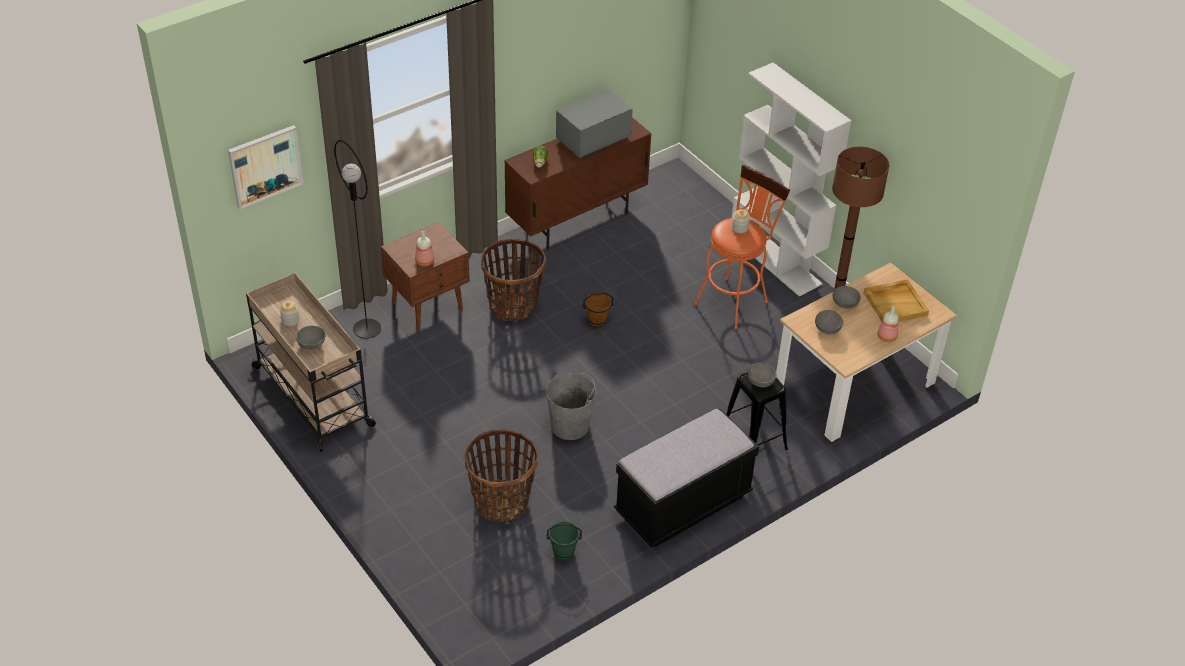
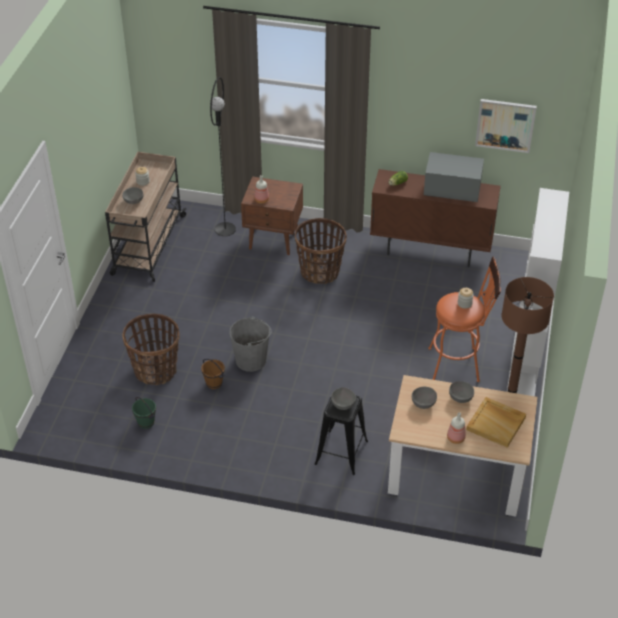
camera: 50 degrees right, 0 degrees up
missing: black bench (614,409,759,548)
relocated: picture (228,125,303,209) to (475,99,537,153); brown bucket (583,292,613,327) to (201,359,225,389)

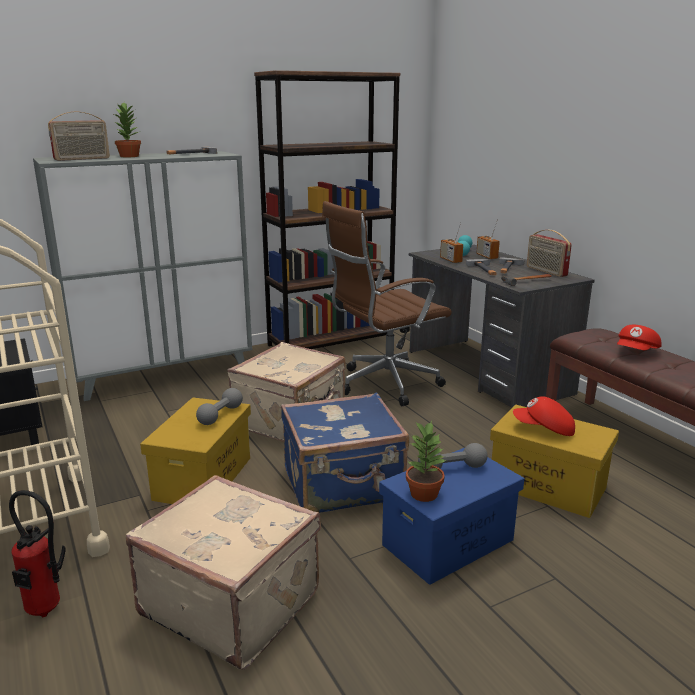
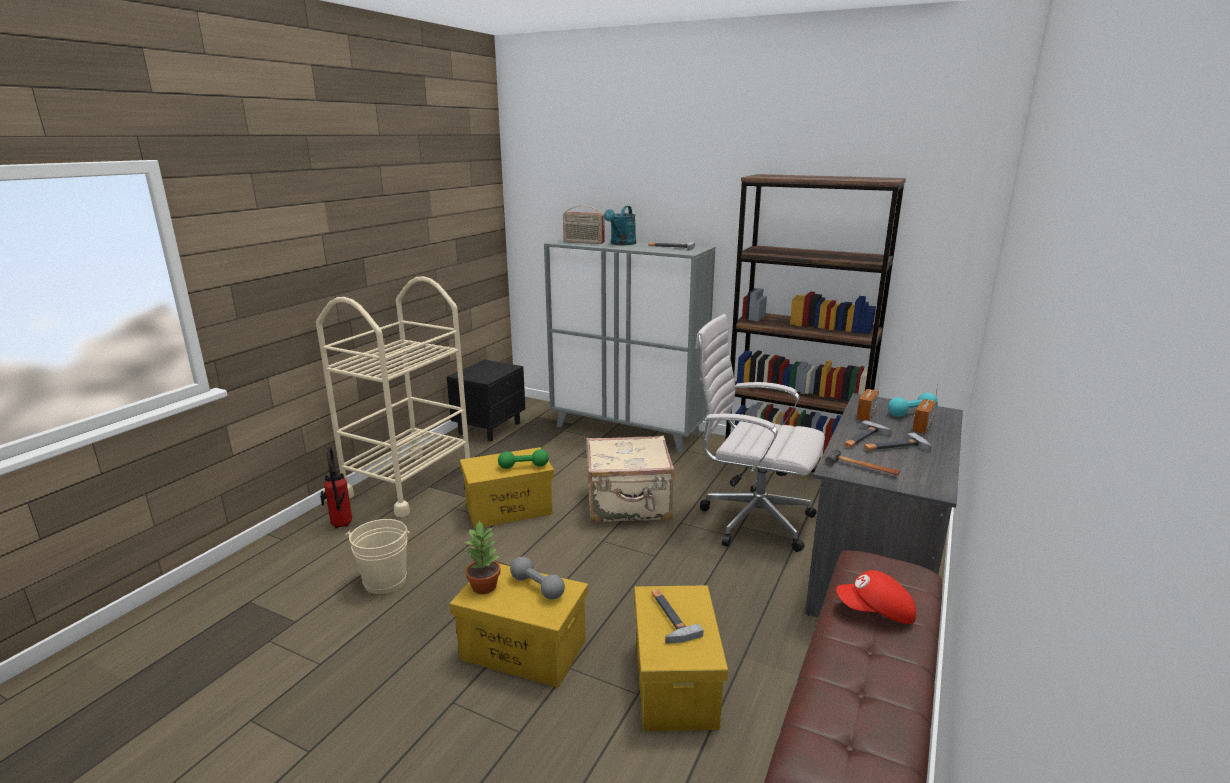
camera: 55 degrees right, 0 degrees up
missing: blue suitcase (281,392,409,513); radio (527,230,572,277)
exchanged: potted plant (112,103,141,157) to turquoise watering can (604,206,636,245); beige suitcase (126,475,321,670) to beige bucket (345,519,409,594); red cap (513,396,575,436) to hammer (651,589,704,644)
colour: grey dumbbell (196,388,243,425) to green dumbbell (498,449,549,469); brown office chair (322,201,452,406) to white office chair (695,314,825,552); blue storage box (379,448,524,585) to yellow storage box (450,564,588,688)

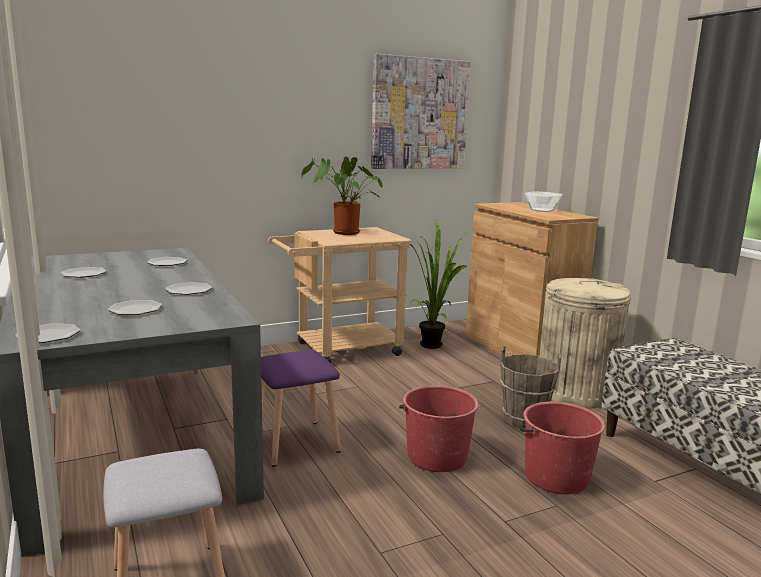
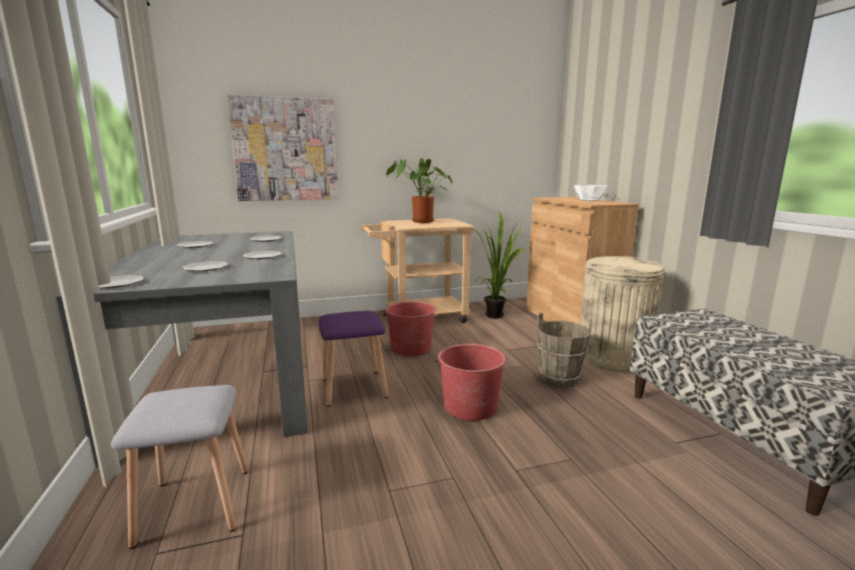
camera: 10 degrees right, 0 degrees up
relocated: picture (371,54,471,169) to (227,95,338,201); red bucket (519,402,605,494) to (383,301,436,356)

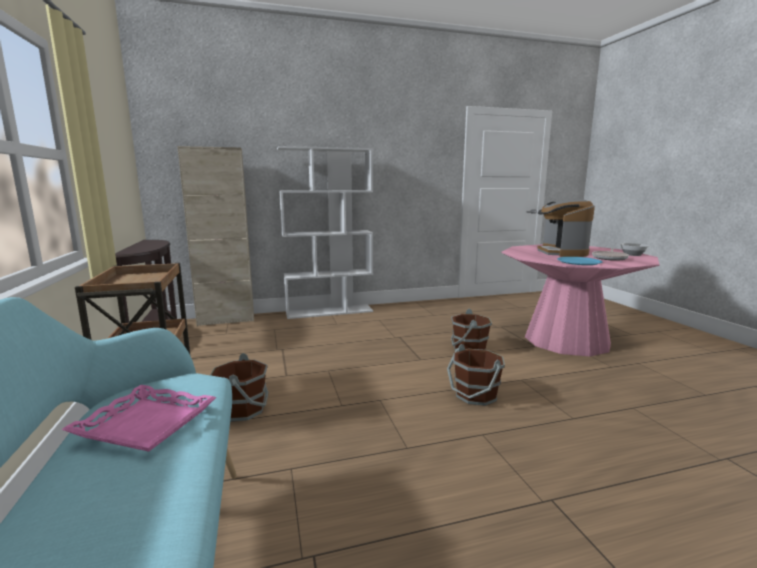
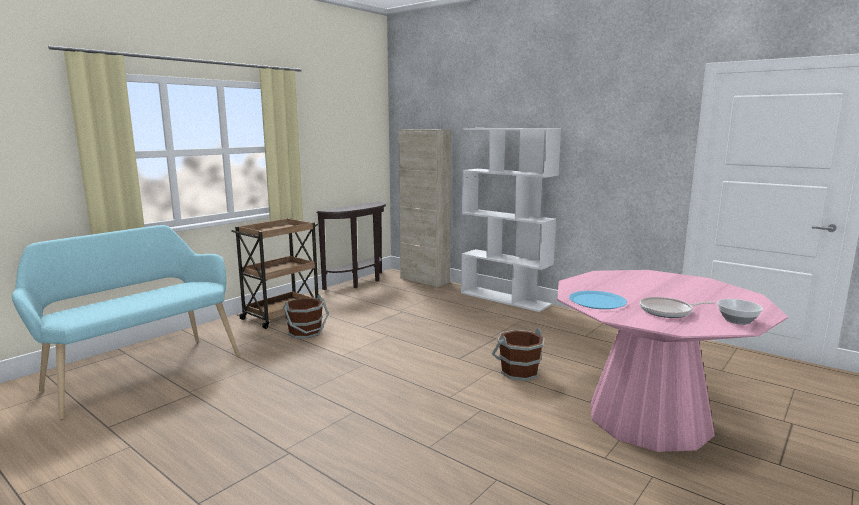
camera: 55 degrees right, 0 degrees up
missing: pink tray (61,385,216,452); brown bucket (447,344,505,406); coffee machine (537,200,595,257)

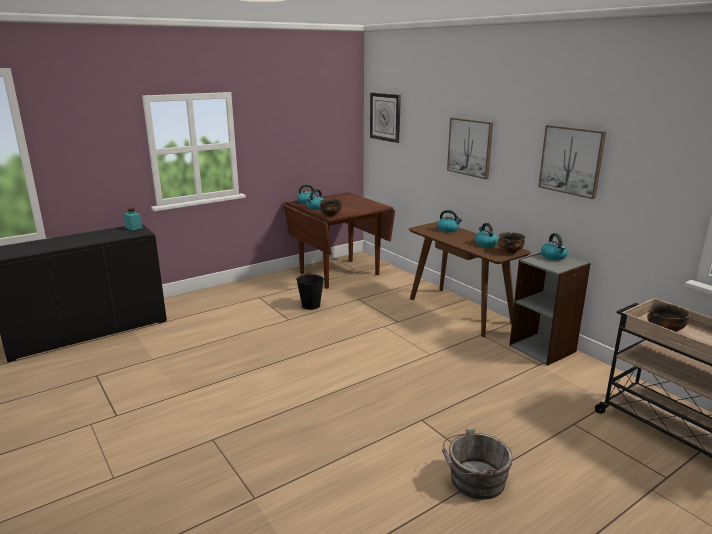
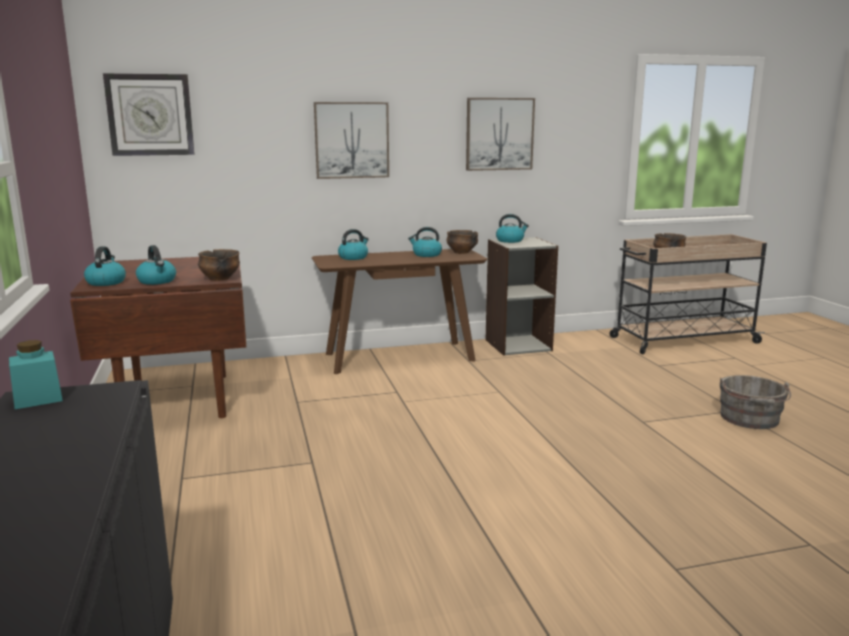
camera: 70 degrees left, 5 degrees down
missing: black bucket (296,274,324,310)

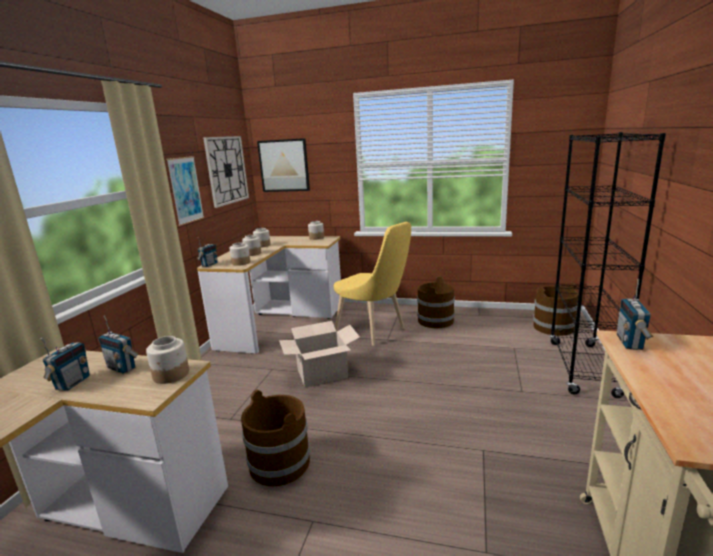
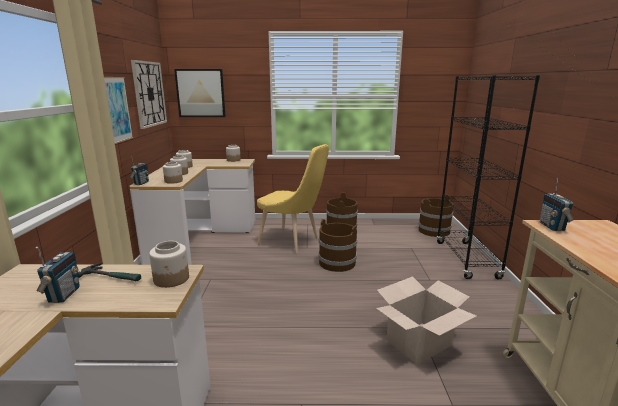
camera: 15 degrees left, 0 degrees up
relocated: brown bucket (241,389,310,486) to (319,219,357,272); cardboard box (279,321,360,387) to (376,276,477,365)
exchanged: radio (98,315,138,374) to hammer (78,263,141,281)

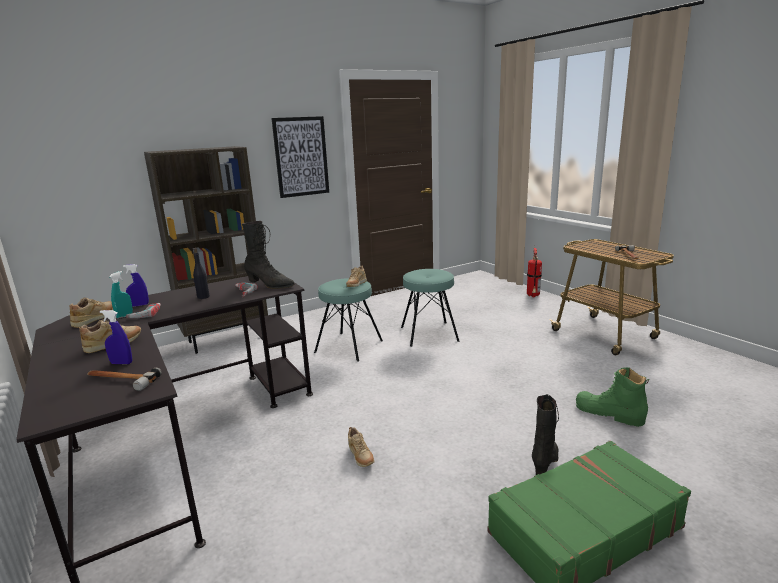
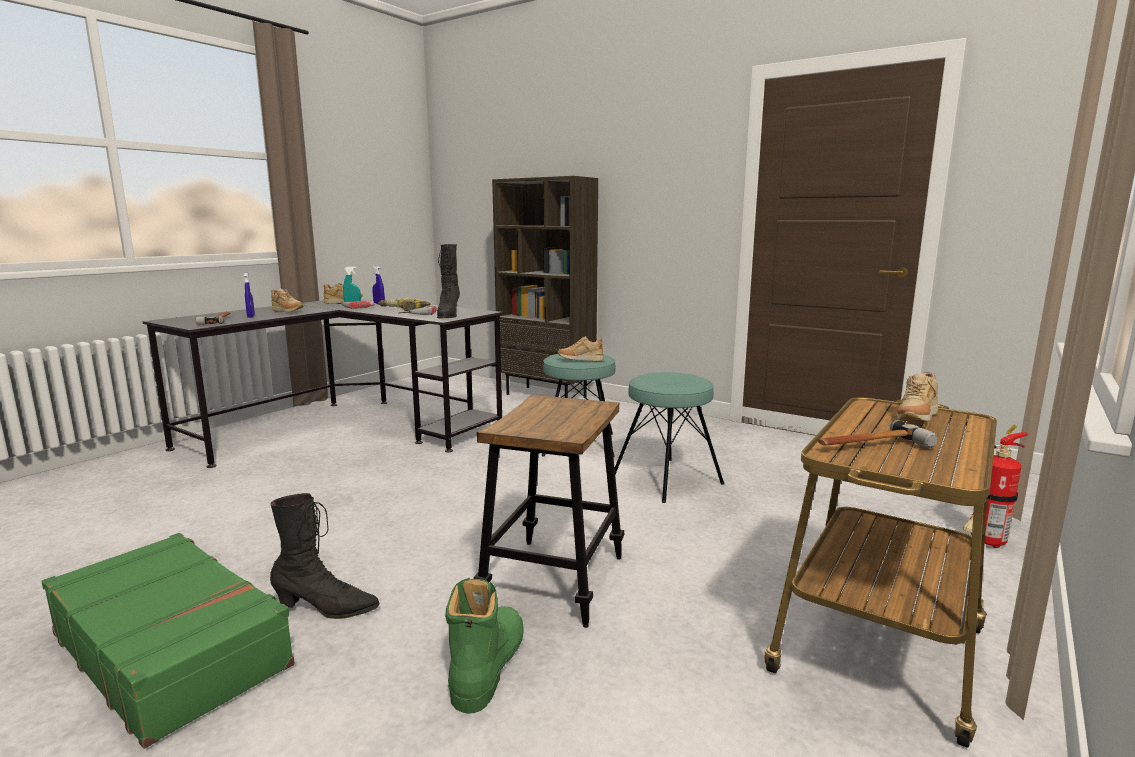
camera: 65 degrees right, 5 degrees down
missing: picture (271,116,329,198)
appeared: stool (473,395,625,628)
relocated: beige shoe (348,427,374,467) to (897,372,938,422)
exchanged: black bottle (193,248,210,299) to power drill (378,298,431,311)

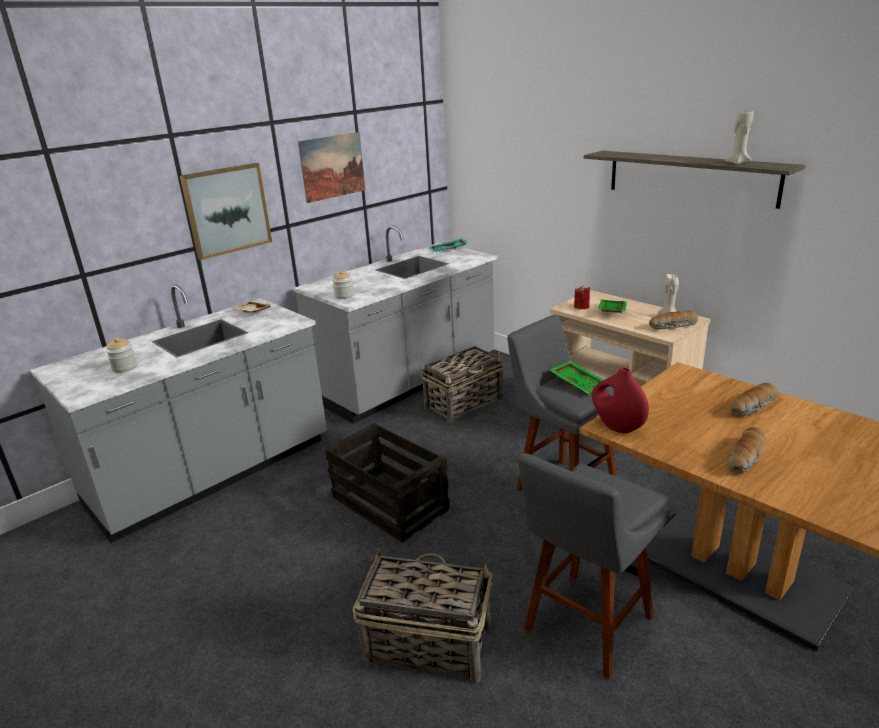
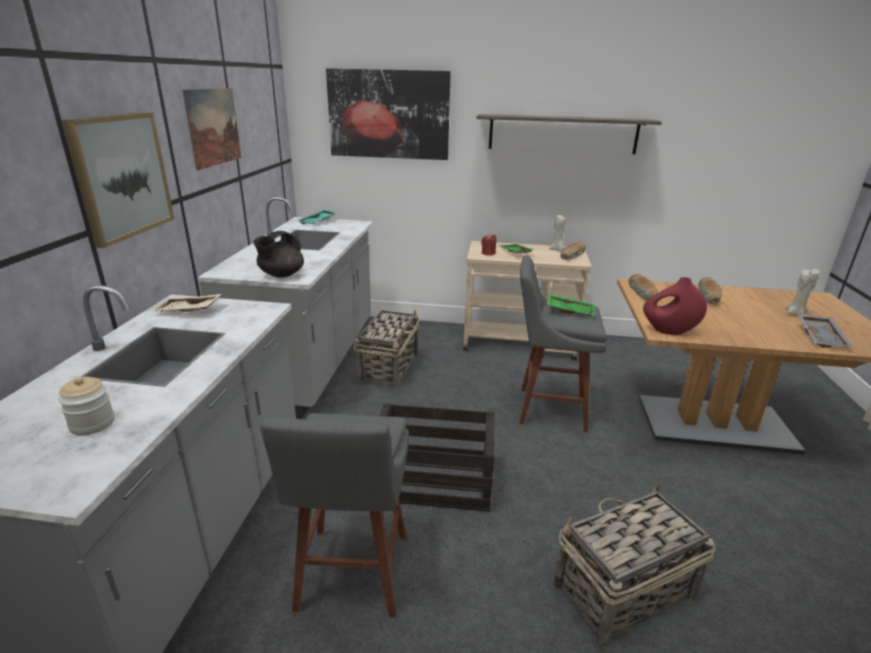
camera: 40 degrees left, 0 degrees up
appeared: picture (326,68,451,160); grey tray (797,314,853,348)
relocated: grey stool (518,453,669,679) to (260,413,409,618); beige candle (725,109,753,165) to (786,269,820,316); bread (728,427,766,473) to (628,274,658,301)
exchanged: jar (332,271,354,299) to black teapot (253,231,304,277)

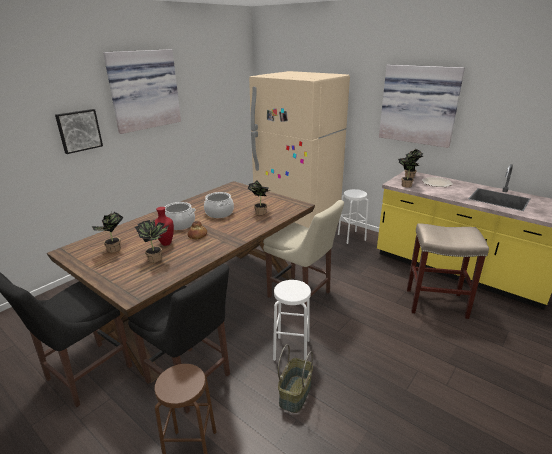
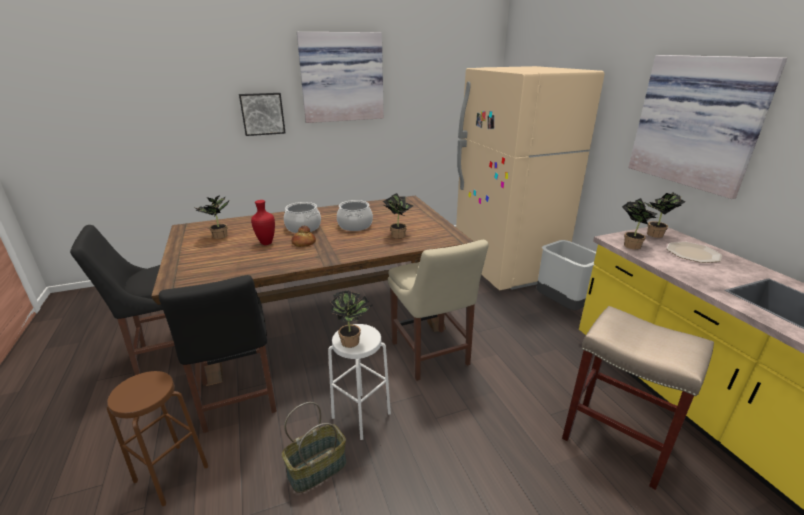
camera: 30 degrees right, 0 degrees up
relocated: potted plant (135,220,169,263) to (331,290,372,348)
exchanged: white stool (338,189,369,244) to grey trash can (537,240,596,310)

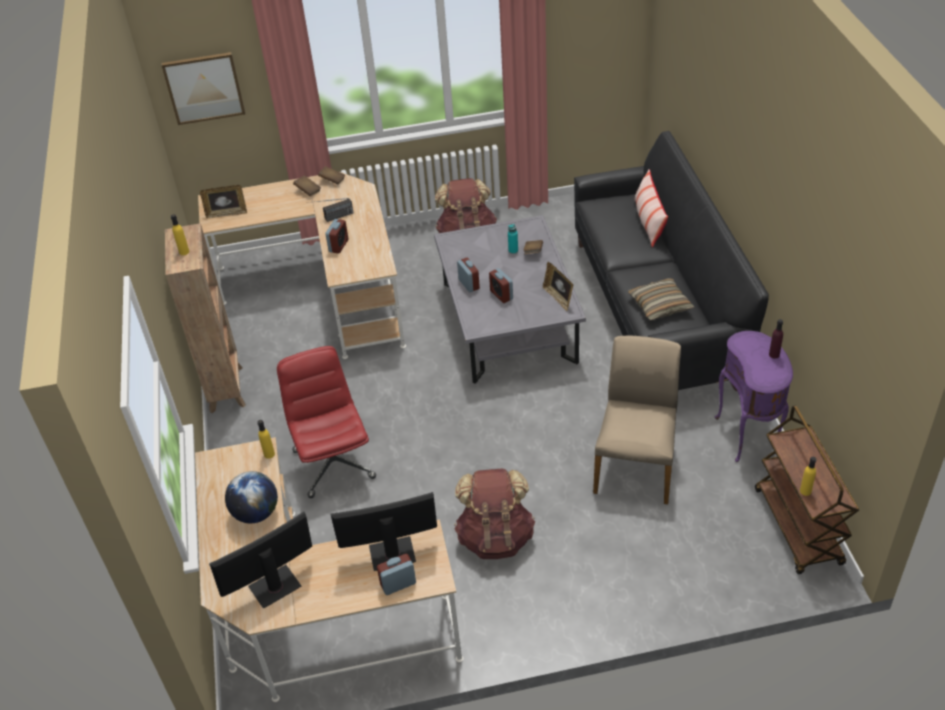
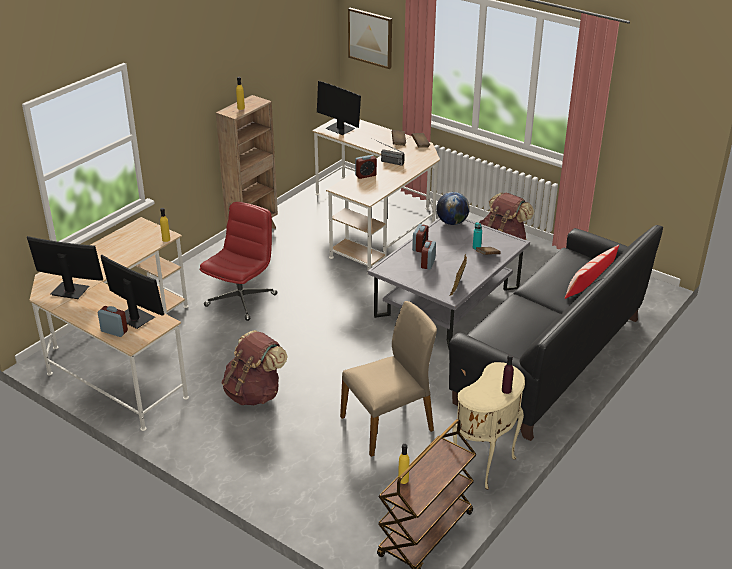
camera: 45 degrees right, 10 degrees down
missing: pillow (628,278,694,321)
relocated: globe (225,471,278,523) to (436,192,470,225)
exchanged: picture frame (200,185,247,219) to monitor (317,81,361,135)
colour: purple side table (715,331,793,462) to beige side table (452,362,525,490)

